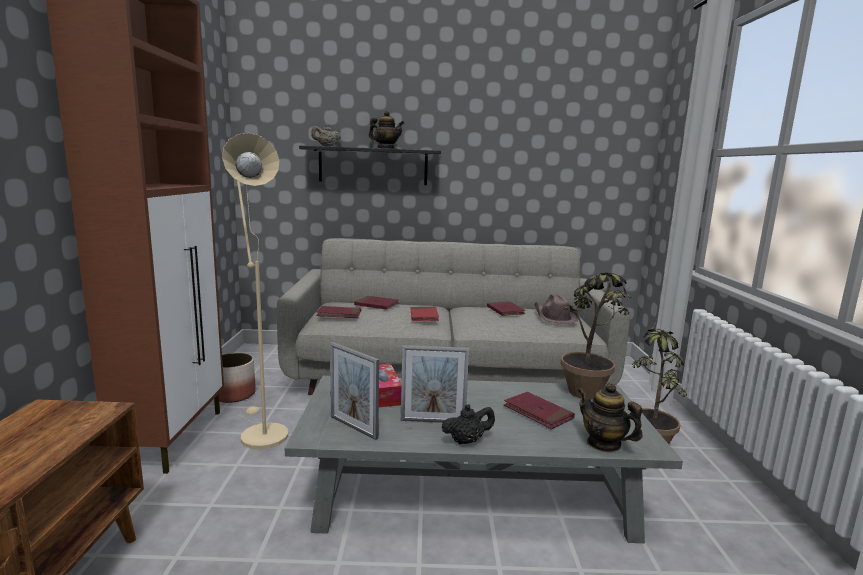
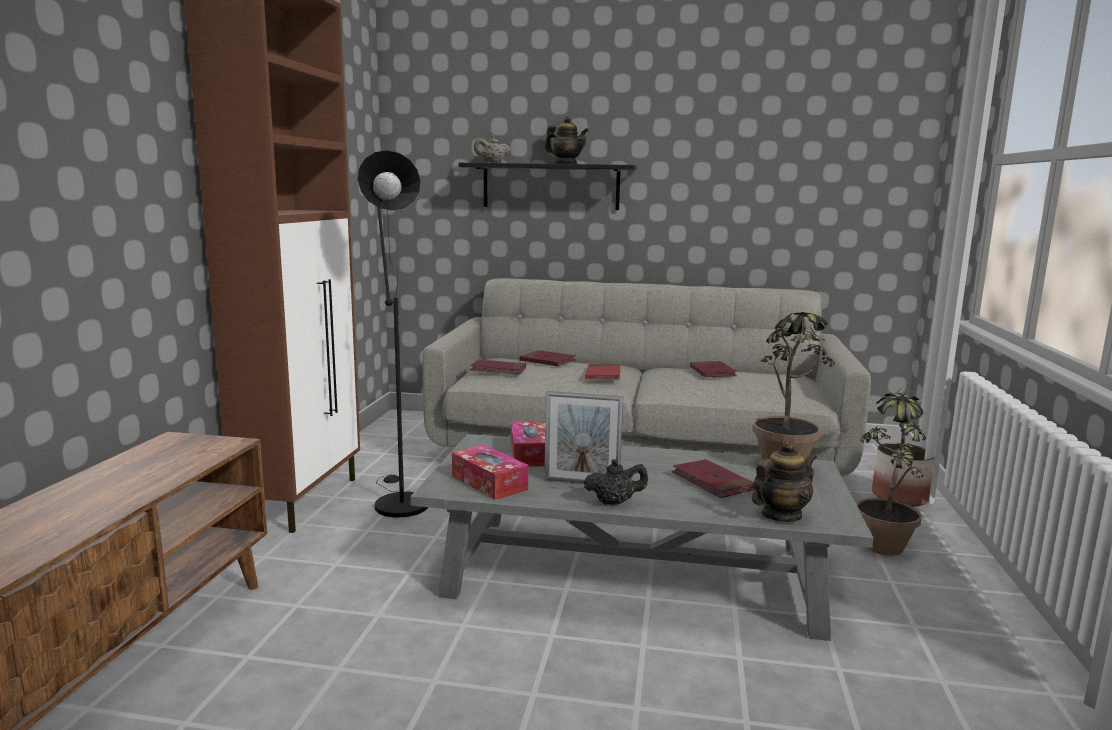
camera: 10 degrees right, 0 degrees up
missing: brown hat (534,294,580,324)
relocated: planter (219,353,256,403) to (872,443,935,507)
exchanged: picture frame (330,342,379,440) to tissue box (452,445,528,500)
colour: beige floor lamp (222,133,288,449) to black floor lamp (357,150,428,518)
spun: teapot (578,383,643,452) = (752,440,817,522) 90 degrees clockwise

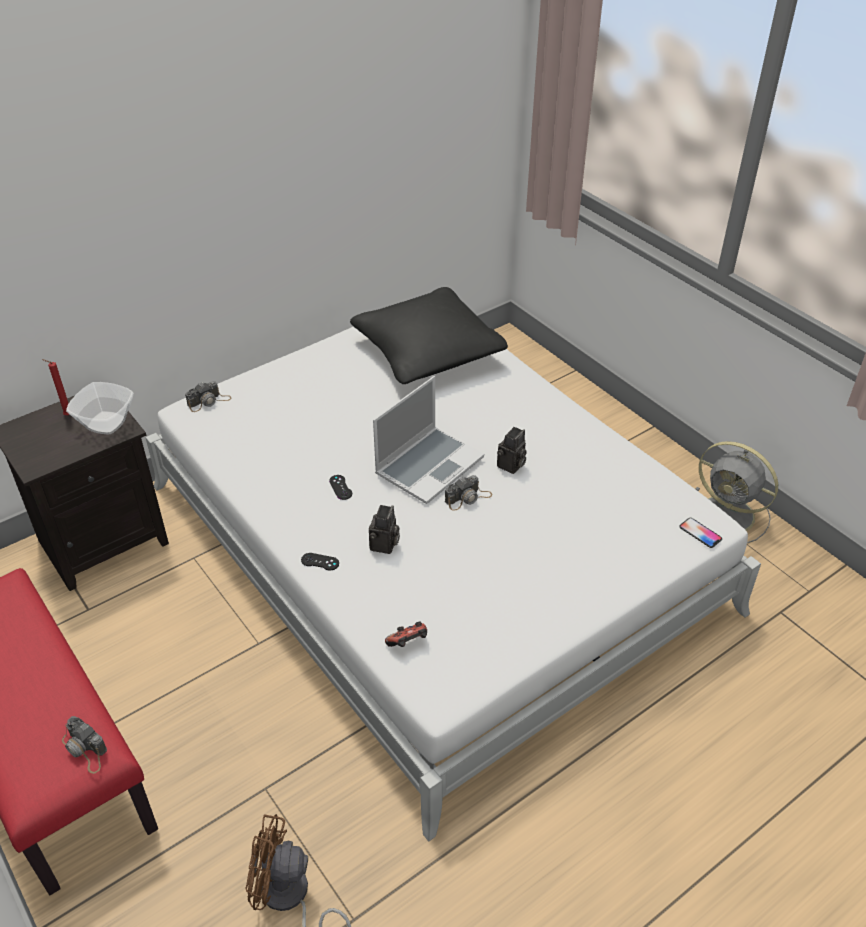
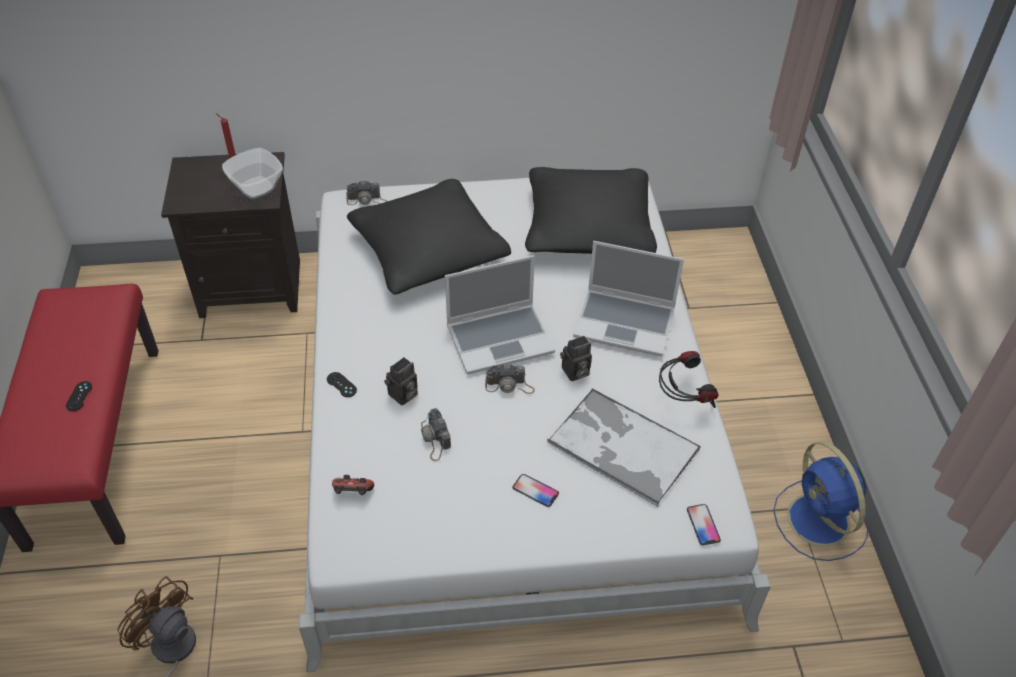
camera: 30 degrees right, 5 degrees up
appeared: black pillow (347,179,511,295); phone (513,474,559,507); tray (547,388,701,507); laptop (573,241,684,356); headphones (659,351,719,408)
relocated: photo camera (62,716,107,774) to (421,408,451,461); black game controller (329,475,352,500) to (66,381,92,411)
colour: grey fan (696,441,778,543) to blue fan (773,441,868,561)

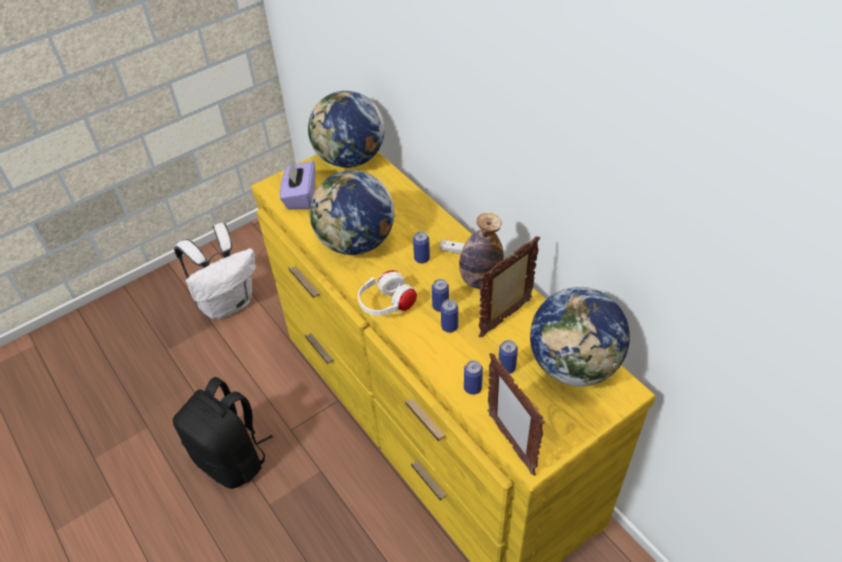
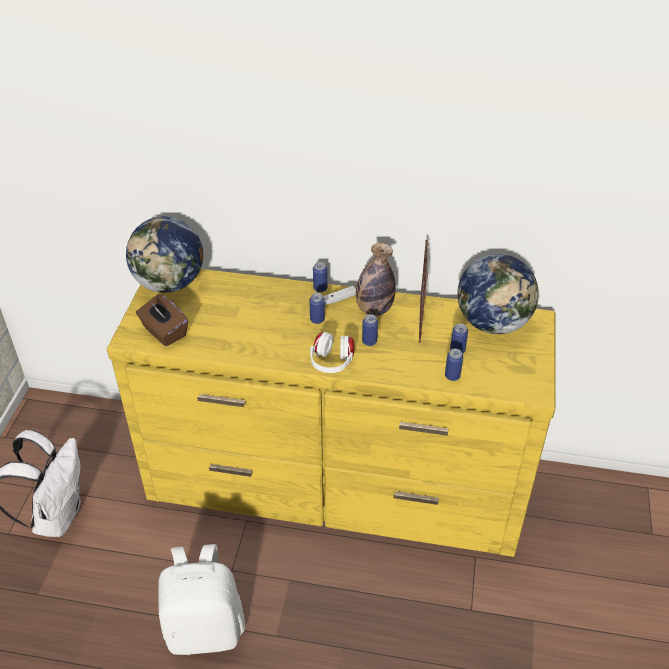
camera: 45 degrees left, 5 degrees down
missing: globe (309,170,395,255); picture frame (488,353,545,476)
relocated: can (441,299,458,333) to (313,262,327,292)
colour: black backpack (173,377,273,489) to white backpack (158,544,245,655); purple tissue box (280,161,316,209) to brown tissue box (136,294,188,346)

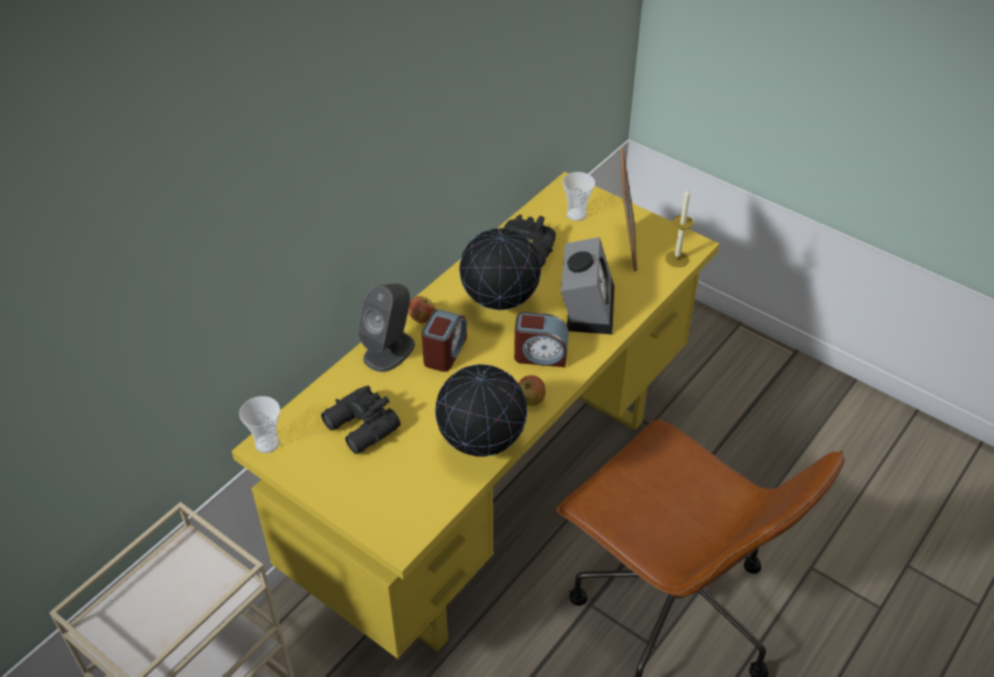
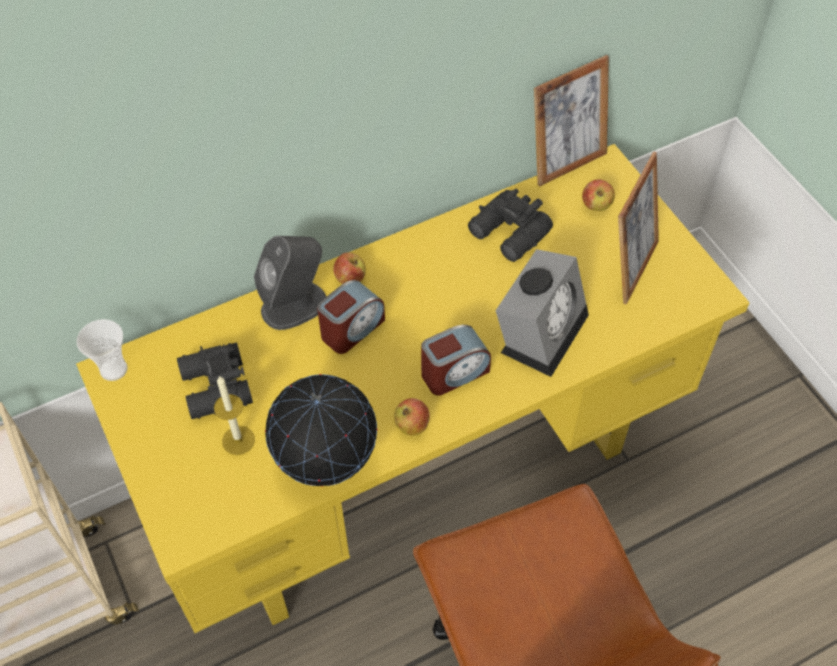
camera: 25 degrees right, 10 degrees up
missing: globe (459,228,542,310)
appeared: picture frame (534,55,609,186)
relocated: candle (665,190,693,267) to (214,376,255,455)
exchanged: cup (562,172,595,221) to apple (582,179,615,211)
spun: alarm clock (514,312,569,367) = (421,325,491,396) 60 degrees counterclockwise

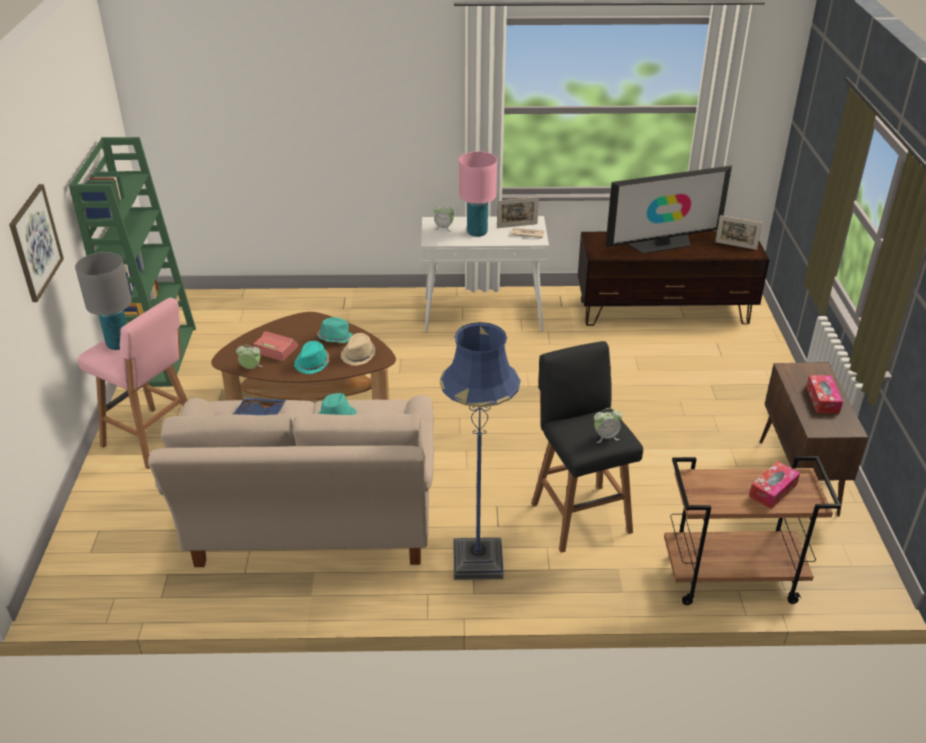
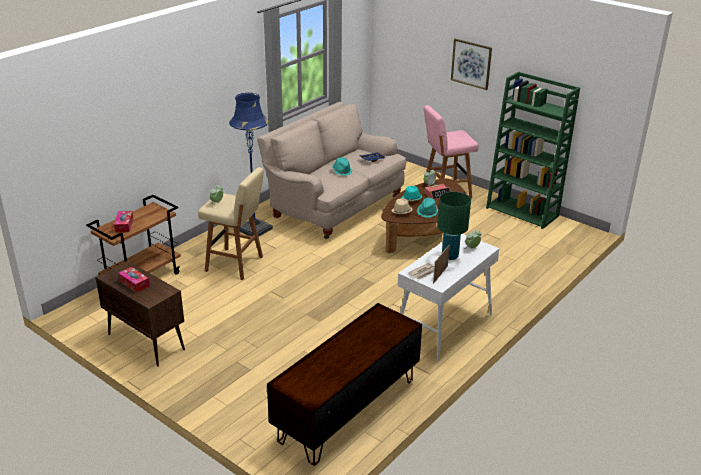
camera: 130 degrees right, 5 degrees down
missing: grey table lamp (75,252,132,350); television (606,165,732,254); picture frame (715,215,762,250)
colour: pink table lamp (459,151,497,237) to green table lamp (437,192,471,260); black stool (531,341,643,553) to beige stool (198,167,264,280)

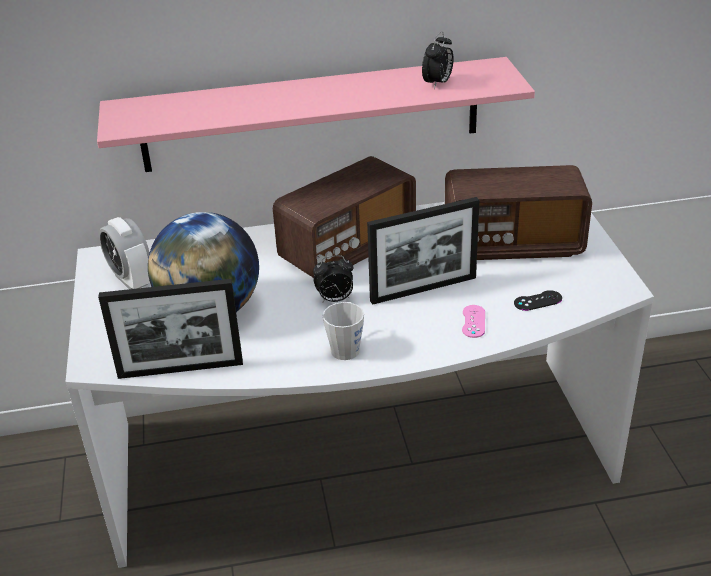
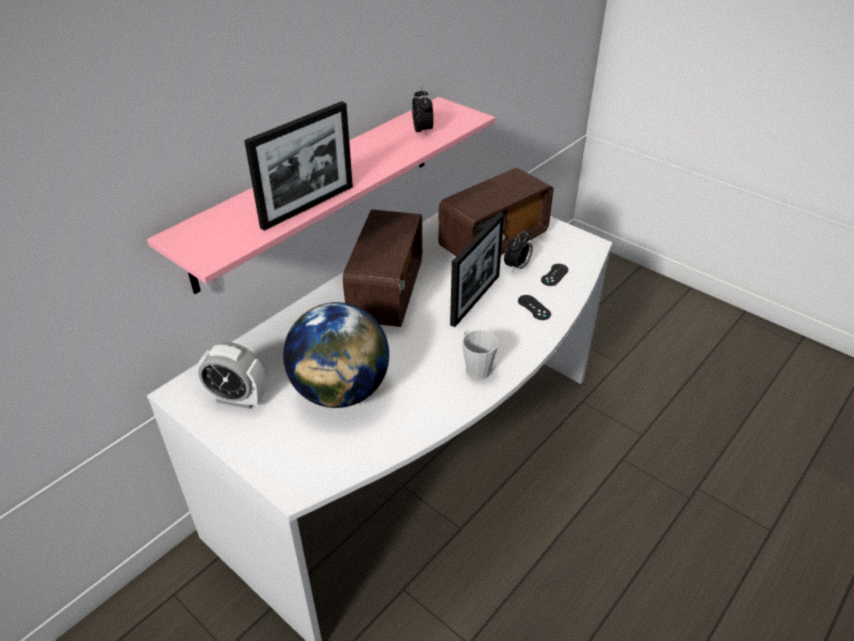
camera: 40 degrees left, 5 degrees up
relocated: picture frame (98,279,243,379) to (244,101,353,231); alarm clock (313,255,353,303) to (504,231,533,272)
colour: pink game controller (462,305,485,338) to black game controller (518,295,551,320)

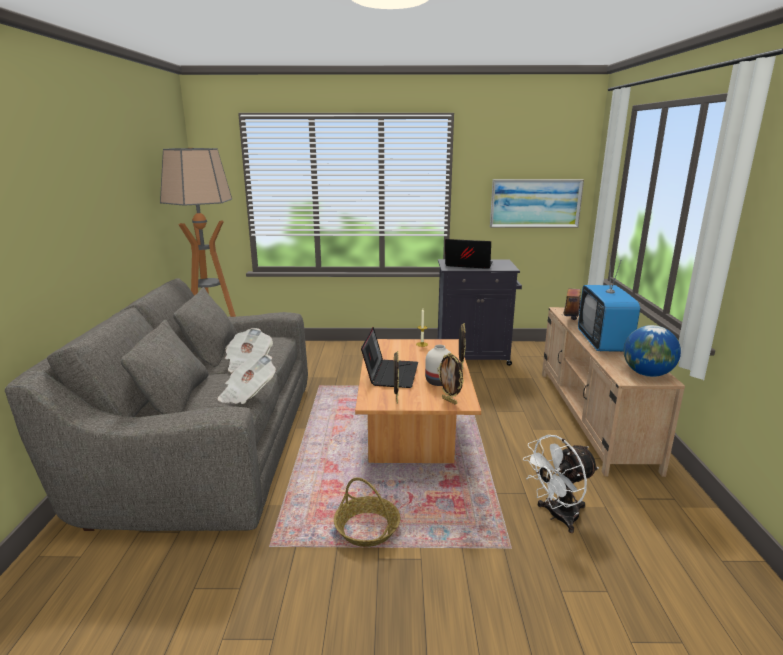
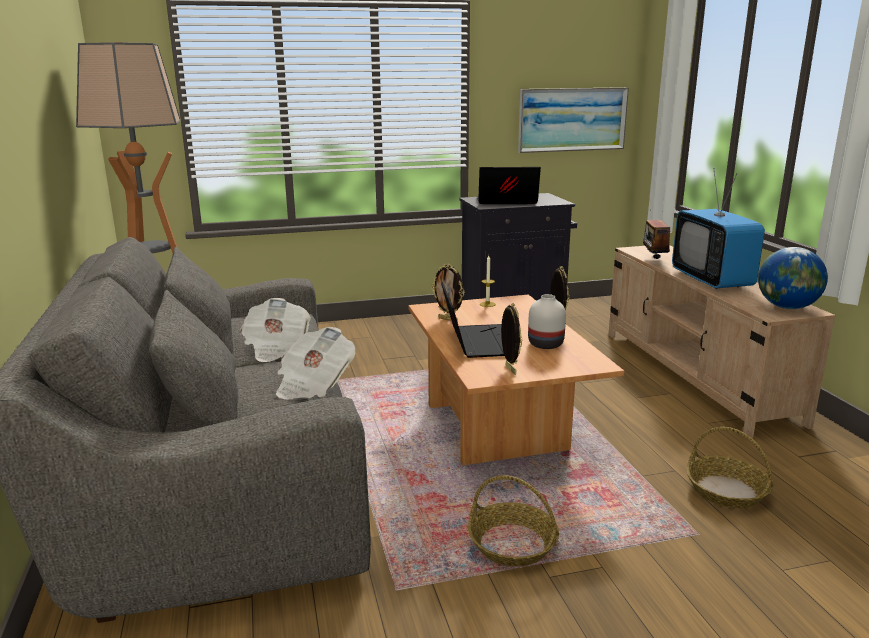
camera: 15 degrees left, 0 degrees up
relocated: picture frame (437,353,464,405) to (431,263,465,321)
exchanged: white fan (523,435,599,533) to basket (686,427,773,508)

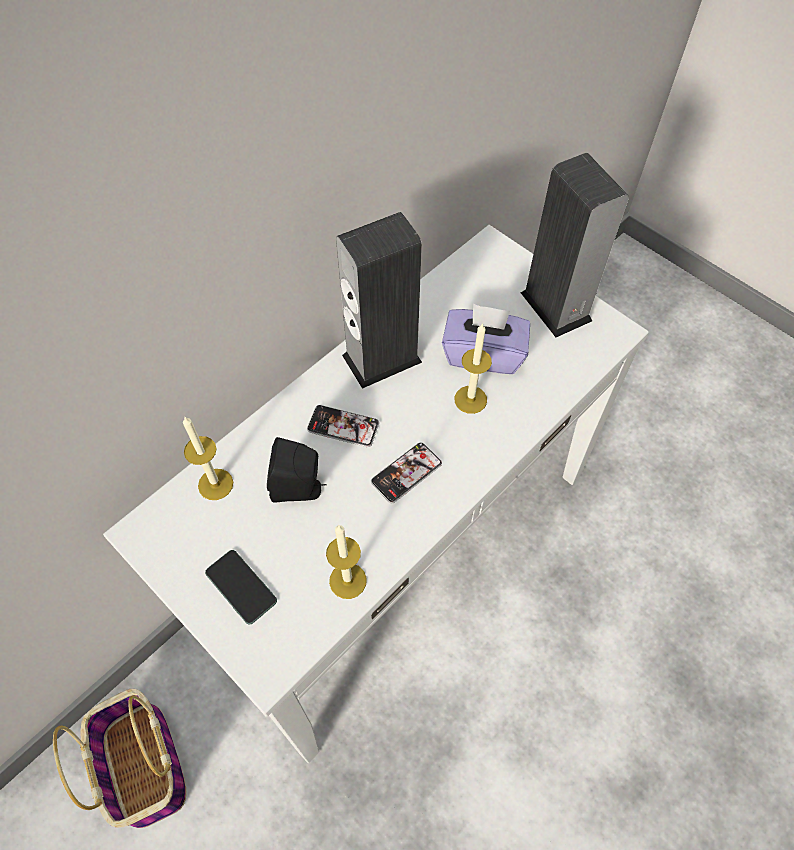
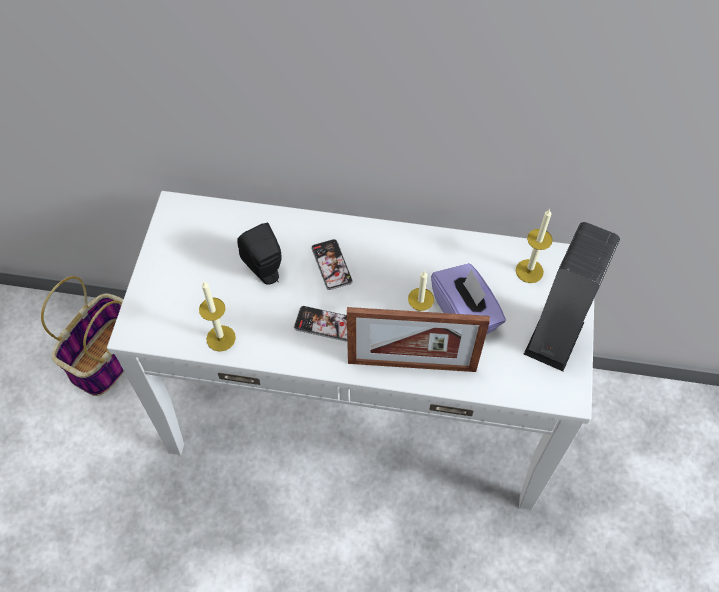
camera: 55 degrees right, 0 degrees up
missing: phone (205,550,277,624); speaker (336,212,422,389)
appeared: picture frame (347,307,490,372)
relocated: candle (183,416,233,500) to (516,209,553,283)

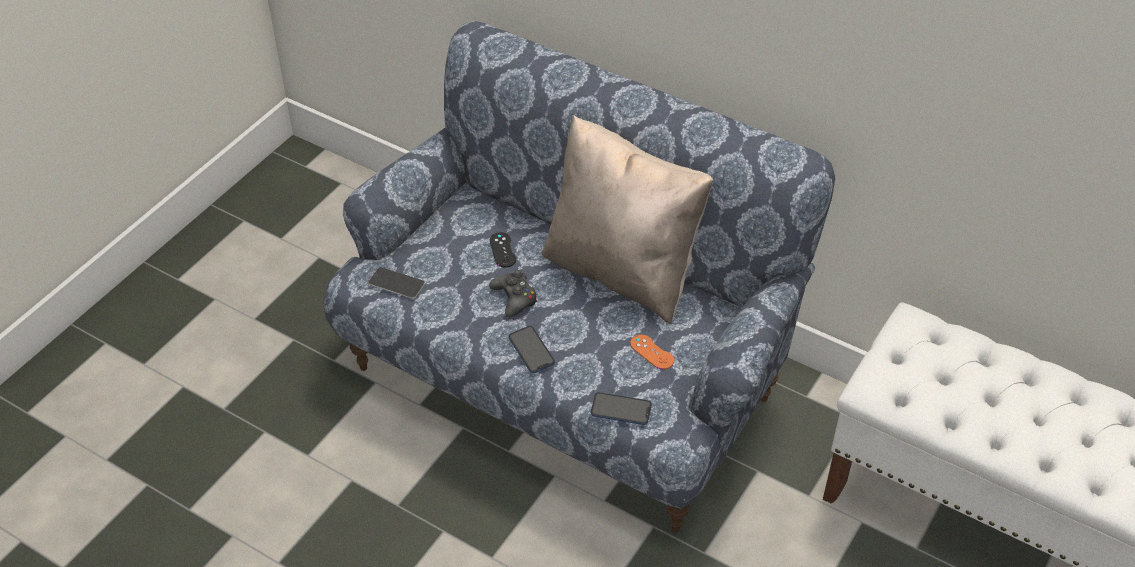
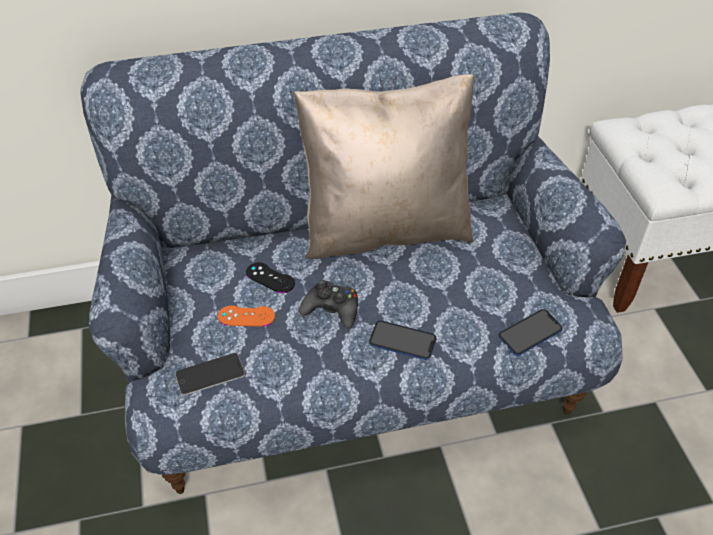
camera: 45 degrees left, 0 degrees up
relocated: orange game controller (630,335,674,369) to (218,305,275,327)

